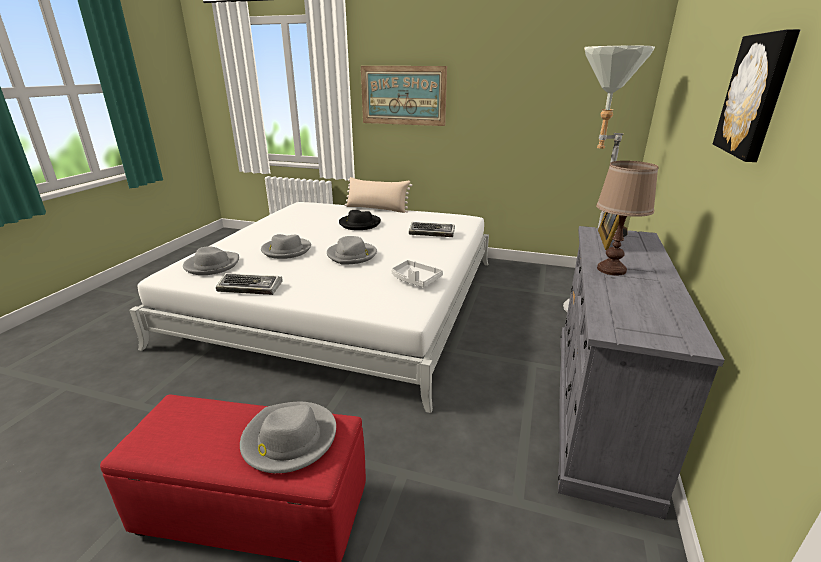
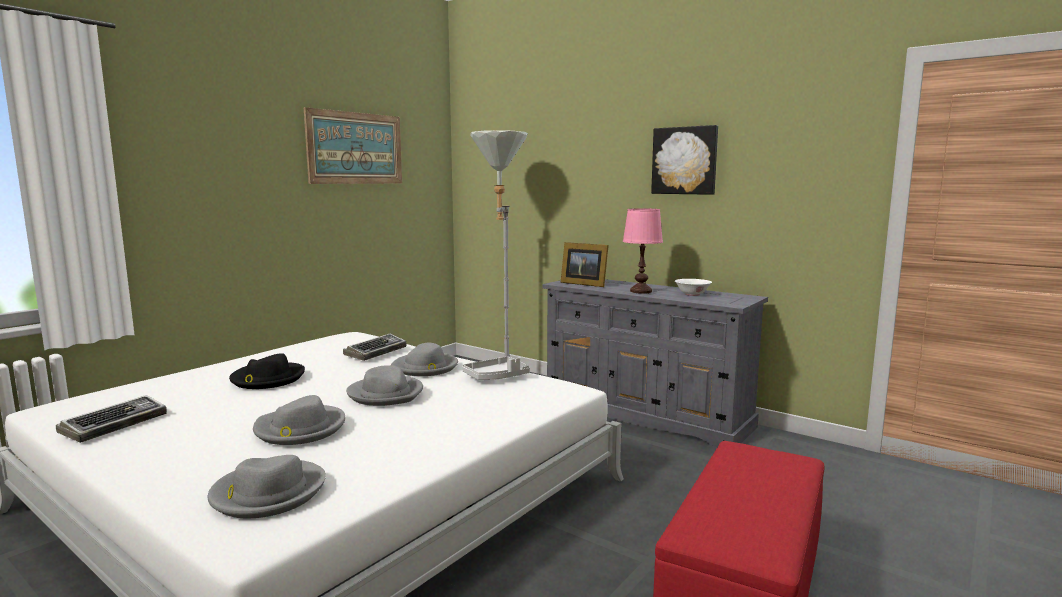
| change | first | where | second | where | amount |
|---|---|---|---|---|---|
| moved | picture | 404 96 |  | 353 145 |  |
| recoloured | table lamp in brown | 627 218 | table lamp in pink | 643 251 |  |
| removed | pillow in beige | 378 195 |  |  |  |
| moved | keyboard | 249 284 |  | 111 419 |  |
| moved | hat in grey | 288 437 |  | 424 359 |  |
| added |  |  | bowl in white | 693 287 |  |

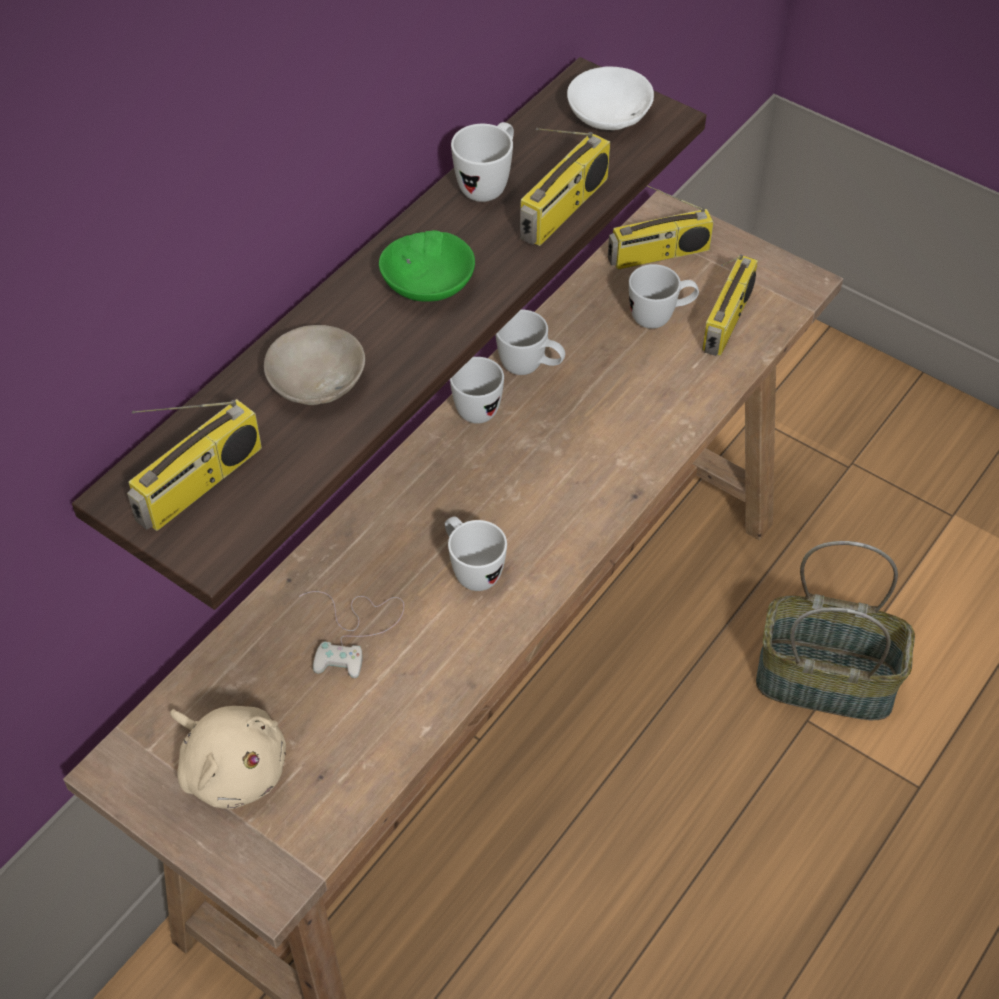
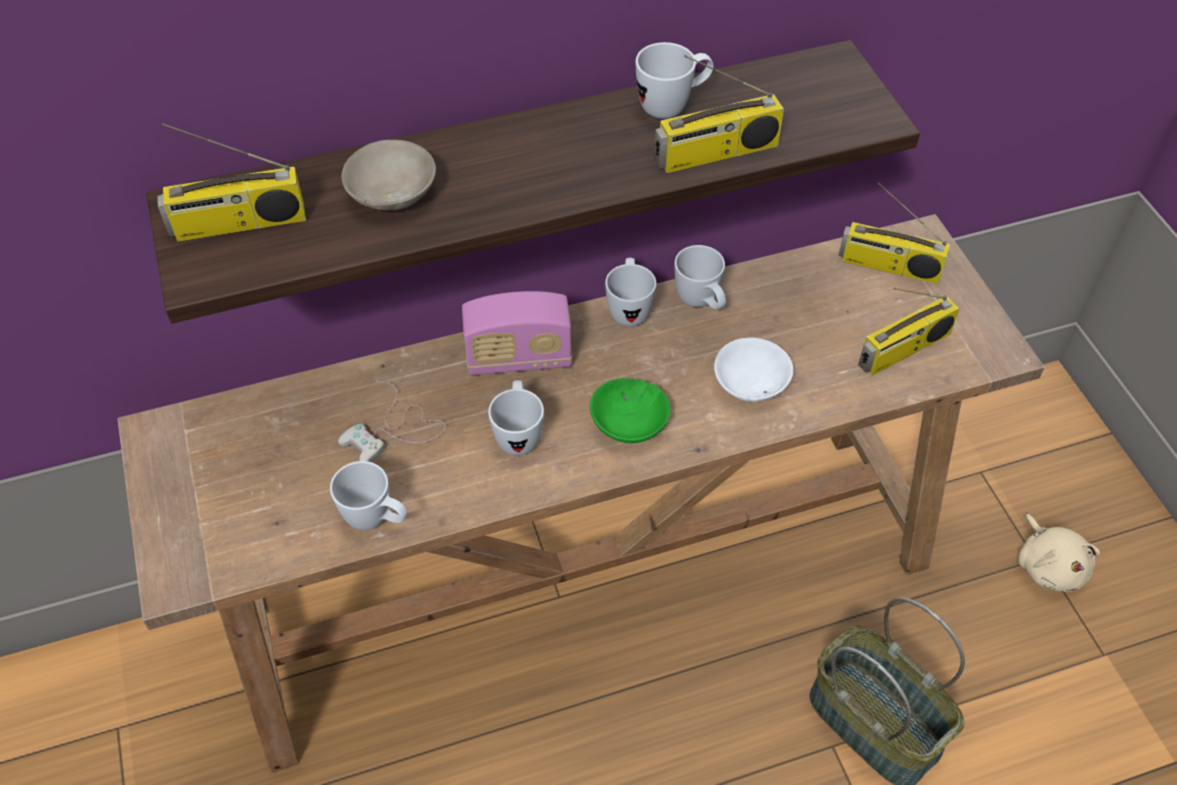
| change | first | where | second | where | amount |
|---|---|---|---|---|---|
| moved | bowl in white | 610 98 |  | 753 370 |  |
| moved | bowl in green | 427 266 |  | 630 410 |  |
| moved | mug in white | 664 296 |  | 369 495 |  |
| moved | plush toy in beige | 228 757 |  | 1059 553 |  |
| added |  |  | radio | 517 333 |  |

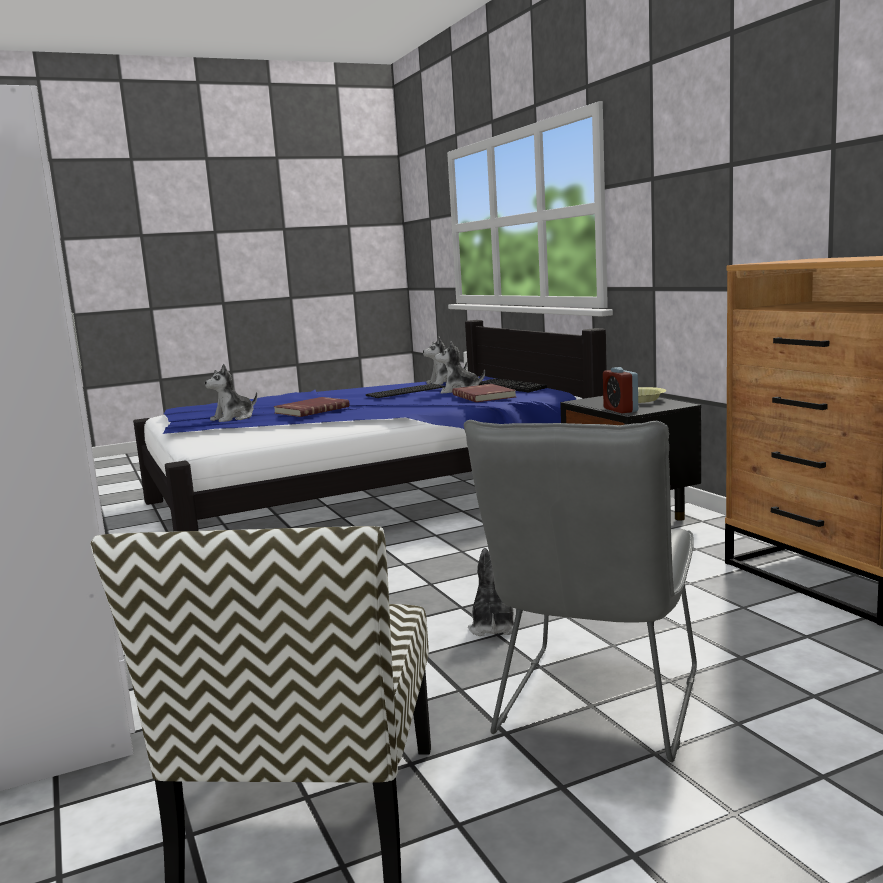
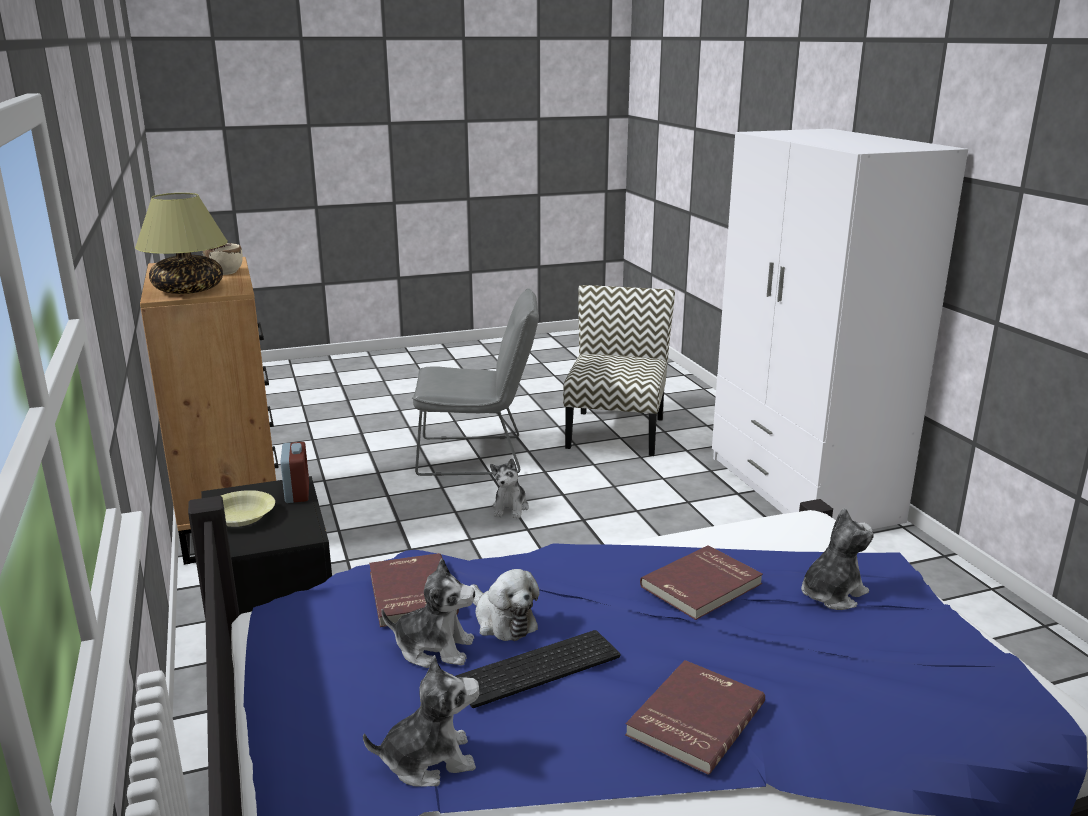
| change | first | where | second | where | amount |
|---|---|---|---|---|---|
| removed | keyboard | 513 385 |  |  |  |
| turned | chair in grey | 580 591 |  | 475 382 | 60 degrees clockwise |
| added |  |  | table lamp | 181 243 |  |
| added |  |  | bowl in beige | 223 259 |  |
| added |  |  | plush toy | 505 605 |  |
| added |  |  | book in red | 695 717 |  |

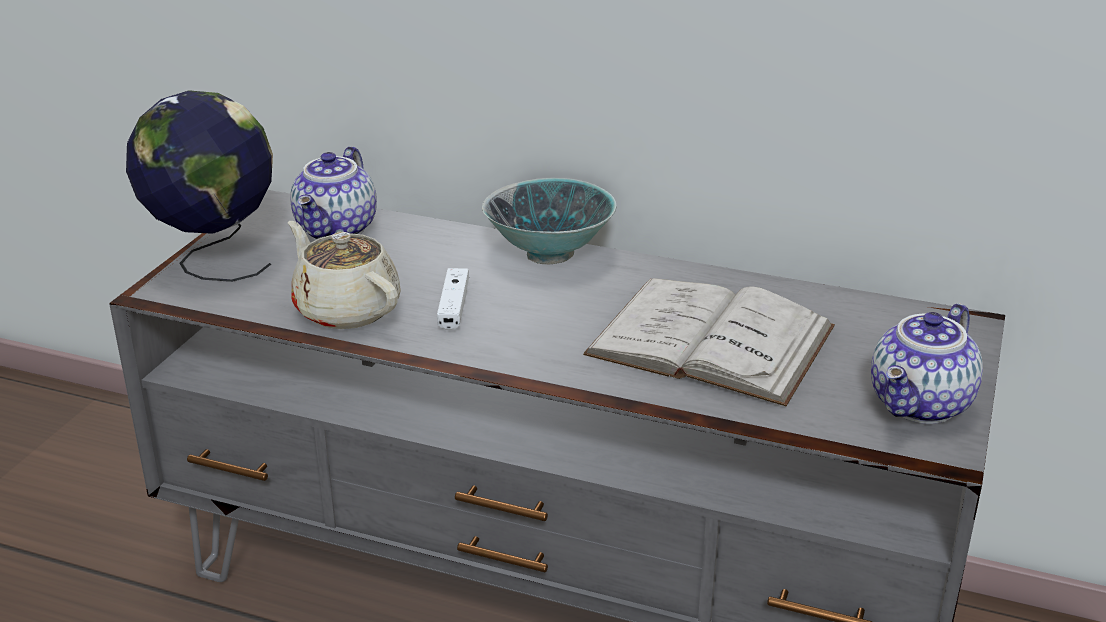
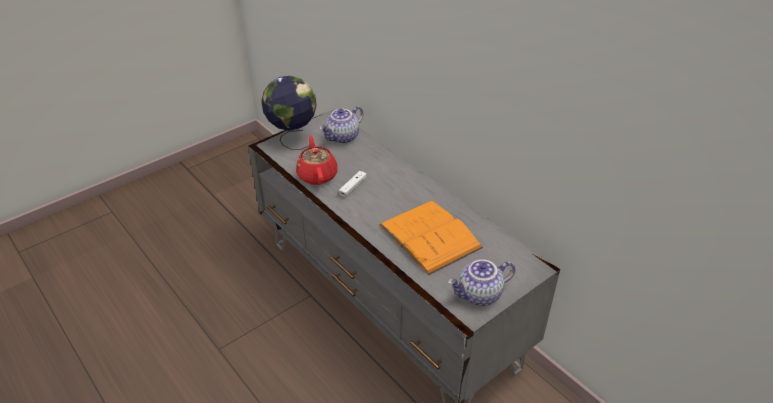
| change | first | where | second | where | amount |
|---|---|---|---|---|---|
| removed | bowl | 549 221 |  |  |  |
| recoloured | teapot in beige | 344 275 | teapot in red | 317 160 |  |
| recoloured | book in white | 709 342 | book in orange | 431 237 |  |

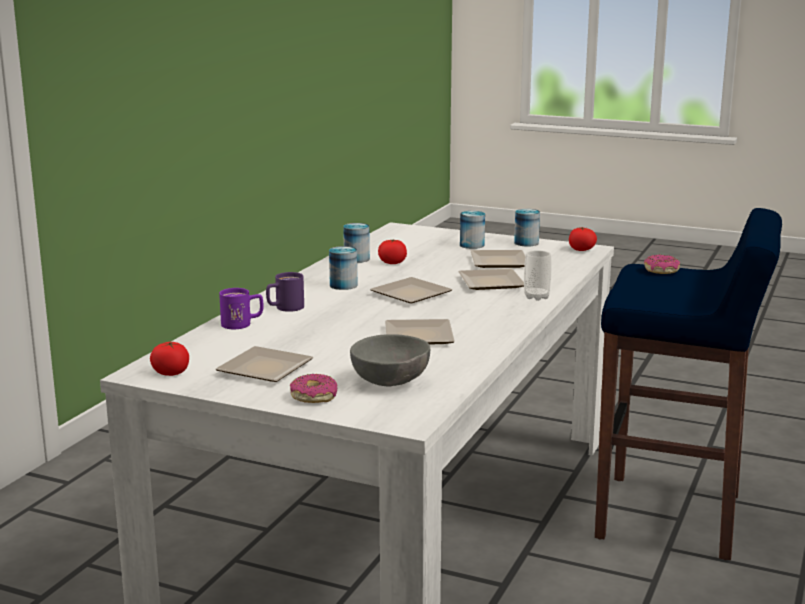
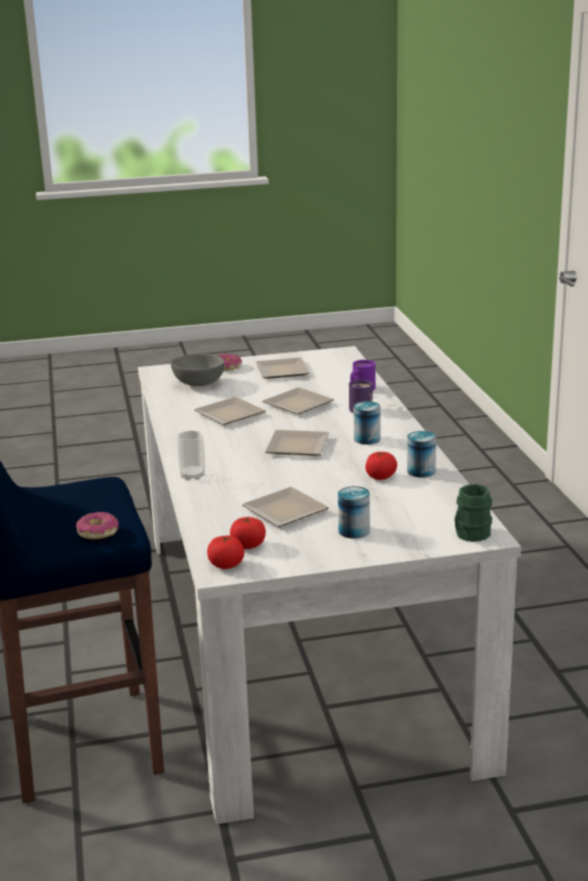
| change | first | where | second | where | amount |
|---|---|---|---|---|---|
| removed | can | 527 227 |  |  |  |
| moved | plate | 491 279 |  | 298 400 |  |
| moved | tomato | 169 359 |  | 248 532 |  |
| added |  |  | mug in green | 473 513 |  |

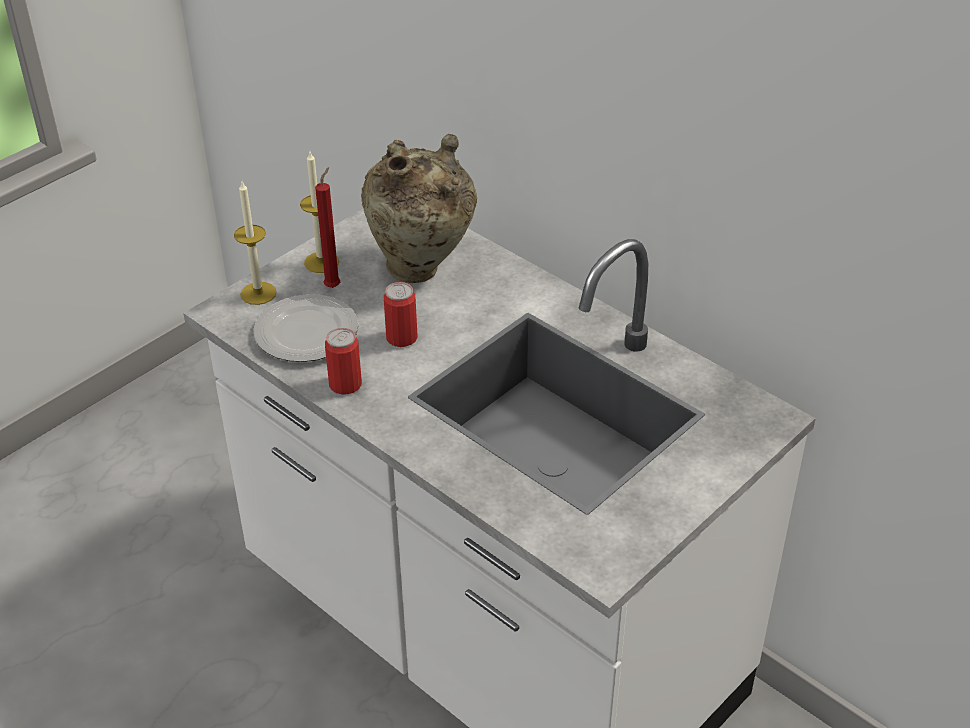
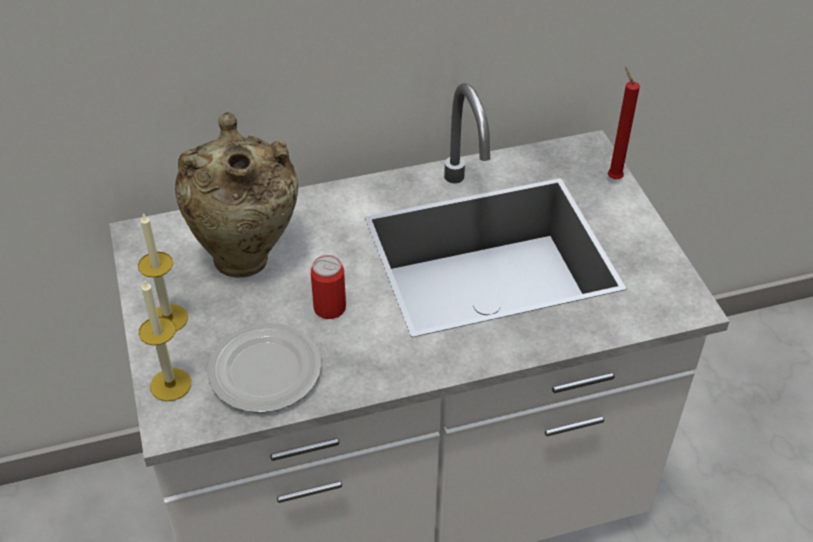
| change | first | where | second | where | amount |
|---|---|---|---|---|---|
| moved | candle in red | 327 227 |  | 624 123 |  |
| removed | can | 343 361 |  |  |  |

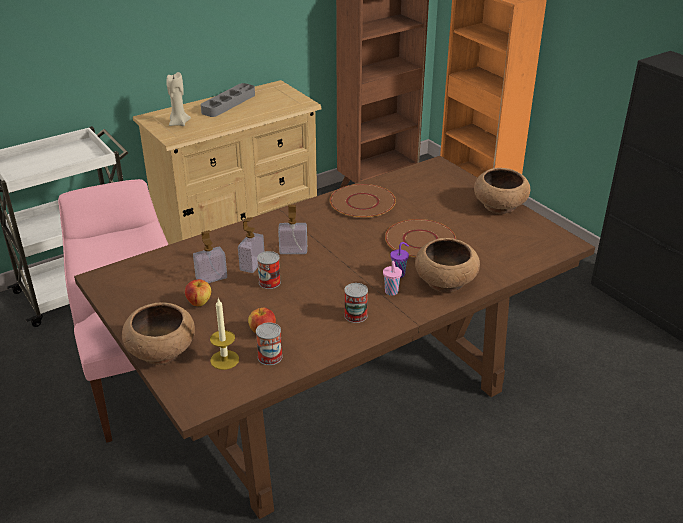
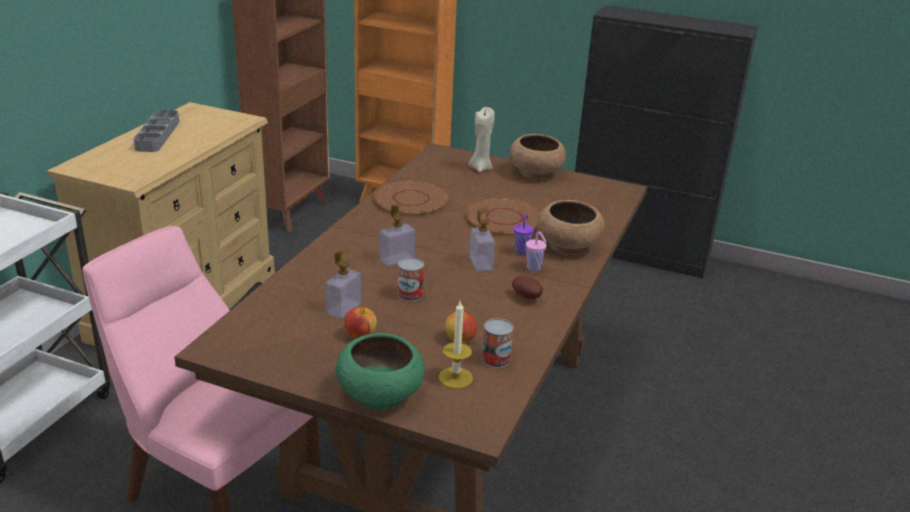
| change | first | where | second | where | amount |
|---|---|---|---|---|---|
| moved | candle in beige | 178 99 |  | 482 139 |  |
| moved | soap dispenser | 251 245 |  | 482 239 |  |
| replaced | can | 356 303 | potato | 527 287 |  |
| recoloured | bowl in brown | 158 333 | bowl in green | 380 371 |  |

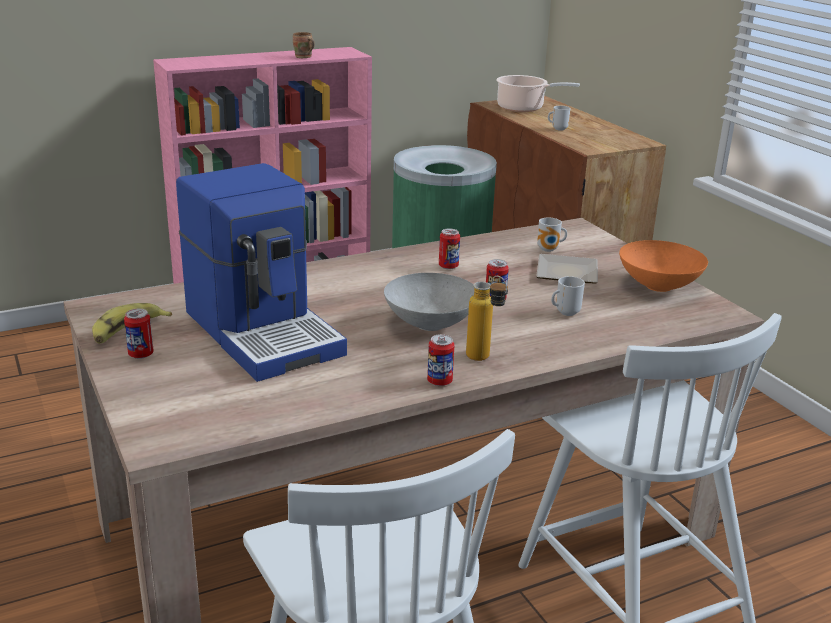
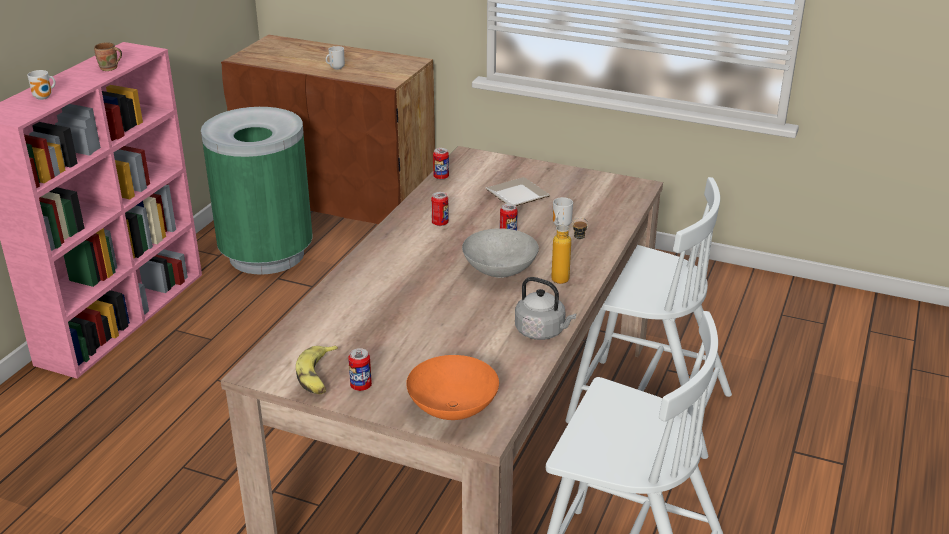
| change | first | where | second | where | amount |
|---|---|---|---|---|---|
| removed | cooking pot | 538 93 |  |  |  |
| removed | coffee machine | 261 272 |  |  |  |
| moved | mug | 552 235 |  | 41 85 |  |
| moved | bowl in orange | 663 266 |  | 452 387 |  |
| moved | can | 440 360 |  | 441 164 |  |
| added |  |  | kettle in grey | 545 308 |  |

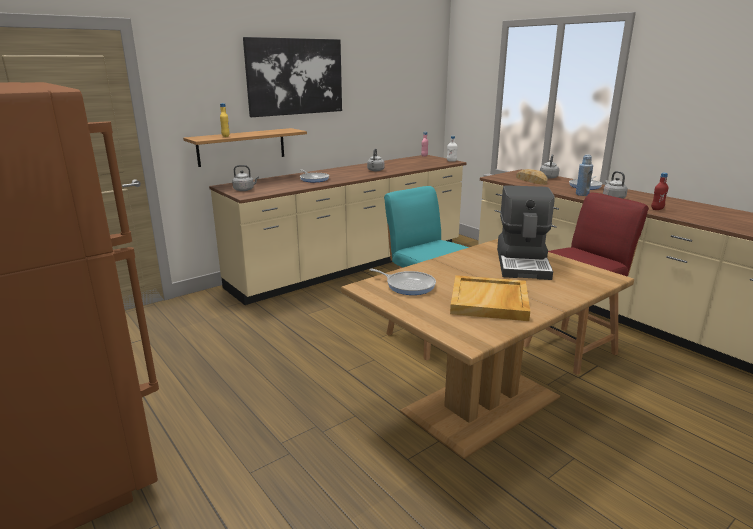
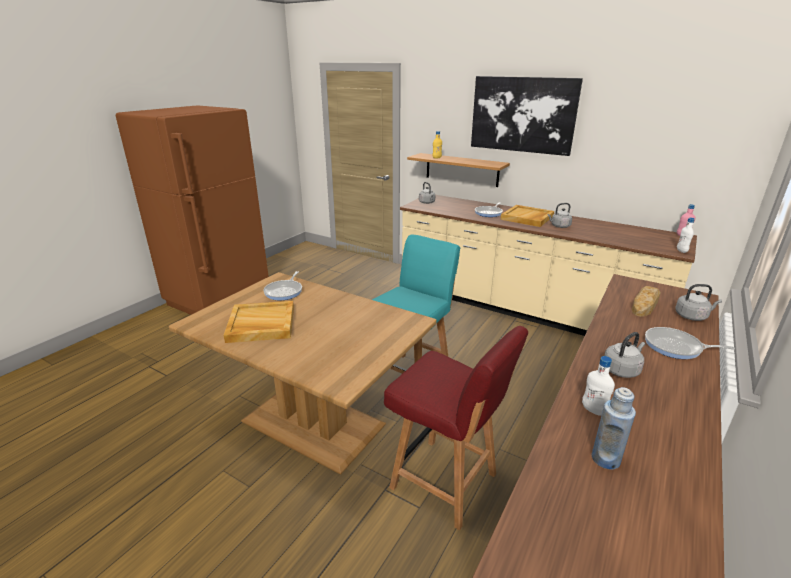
| change | first | where | second | where | amount |
|---|---|---|---|---|---|
| moved | bottle in blue | 584 175 |  | 614 428 |  |
| recoloured | bottle in red | 659 191 | bottle in white | 598 386 |  |
| removed | coffee machine | 526 232 |  |  |  |
| added |  |  | tray in beige | 527 216 |  |

